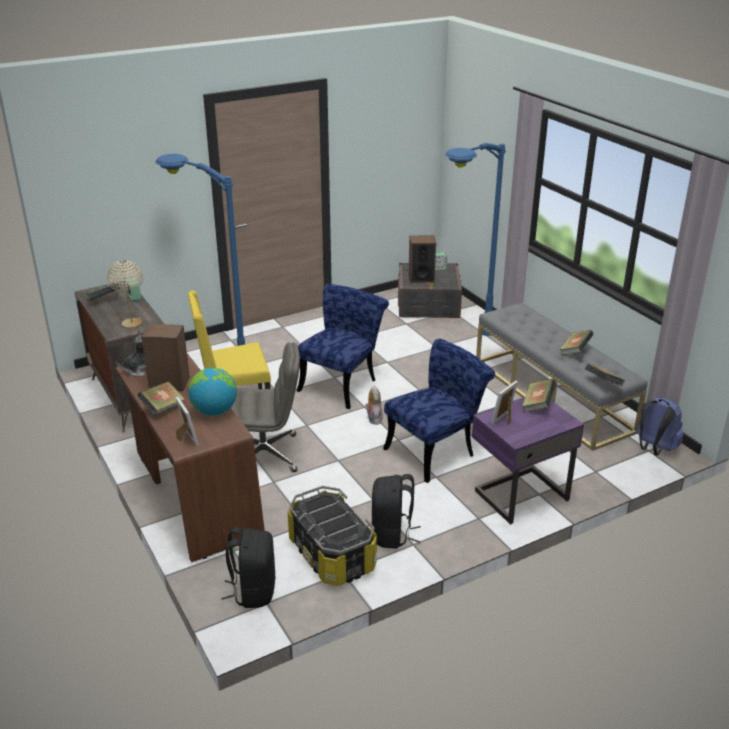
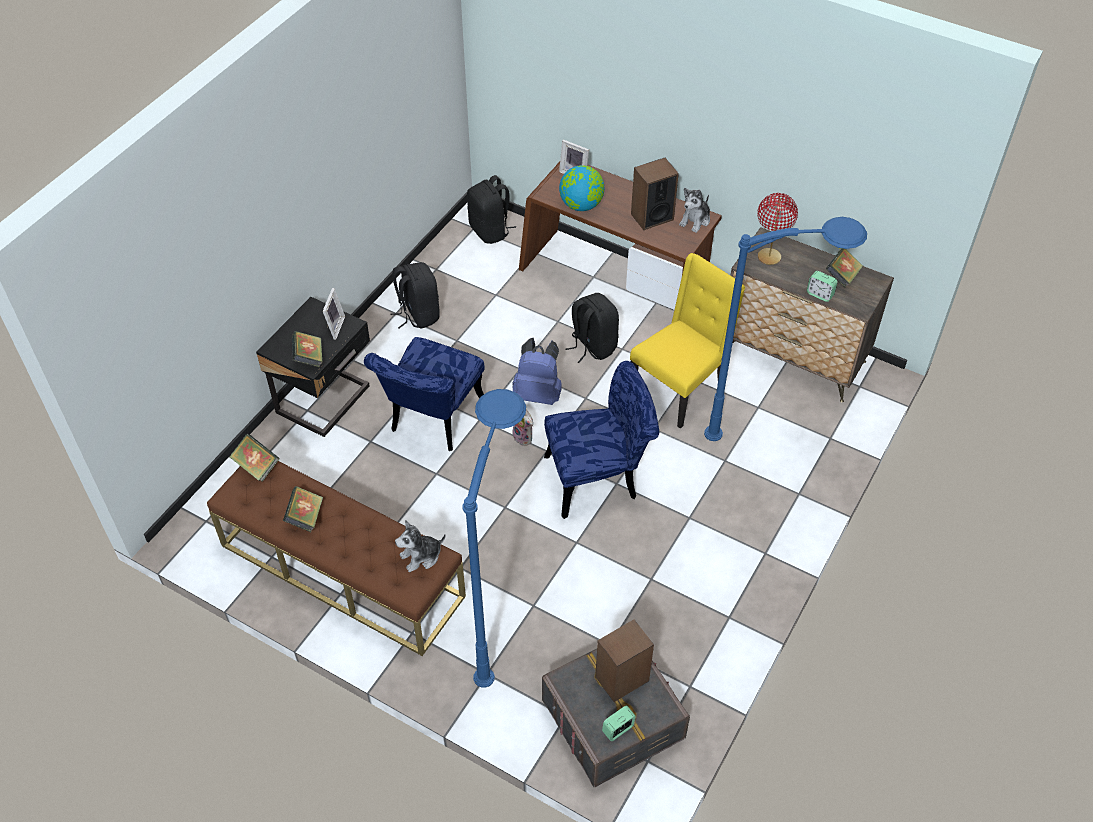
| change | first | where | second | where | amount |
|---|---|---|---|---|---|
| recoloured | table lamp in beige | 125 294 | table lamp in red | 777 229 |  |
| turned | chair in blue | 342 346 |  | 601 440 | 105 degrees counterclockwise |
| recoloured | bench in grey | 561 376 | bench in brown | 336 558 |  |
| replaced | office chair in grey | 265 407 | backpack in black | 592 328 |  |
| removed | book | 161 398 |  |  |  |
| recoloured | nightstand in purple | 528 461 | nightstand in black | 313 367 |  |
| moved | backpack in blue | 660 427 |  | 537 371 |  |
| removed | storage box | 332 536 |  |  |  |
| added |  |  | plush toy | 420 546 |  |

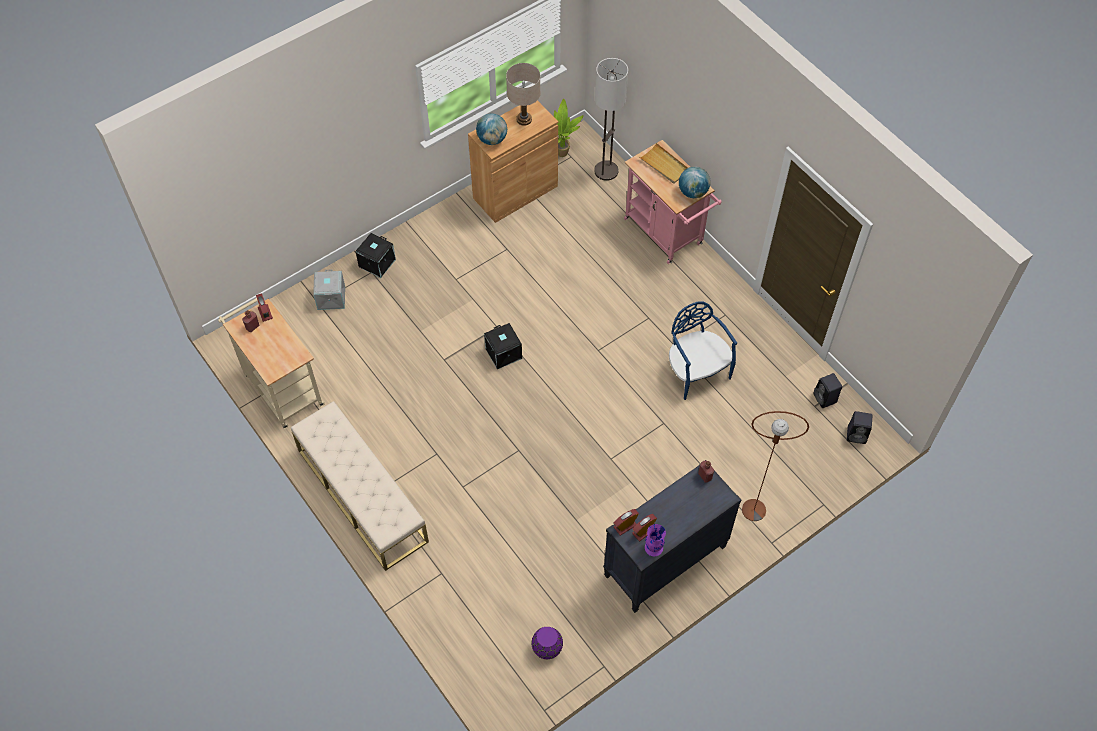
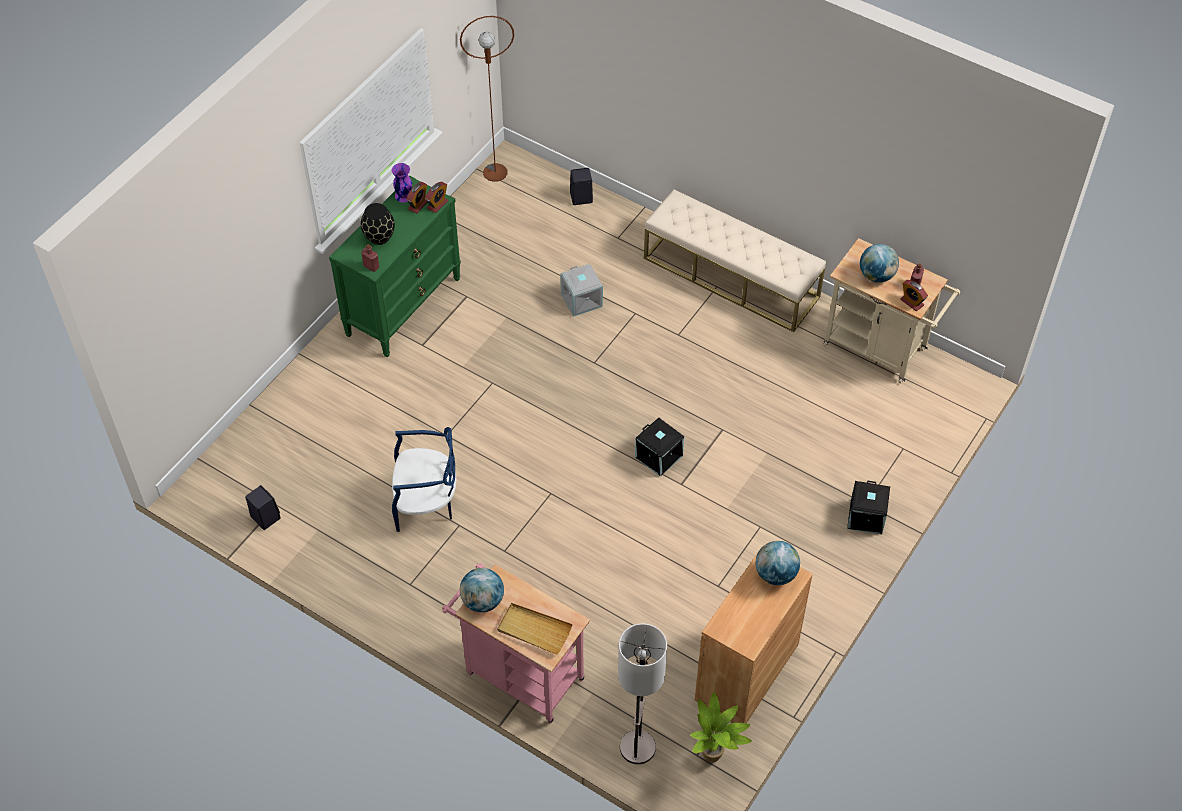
| change | first | where | second | where | amount |
|---|---|---|---|---|---|
| removed | table lamp in beige | 523 94 |  |  |  |
| moved | storage box in grey | 329 289 |  | 582 290 |  |
| turned | chair in blue | 703 350 |  | 424 479 | 45 degrees counterclockwise |
| moved | floor lamp in brown | 775 466 |  | 487 99 |  |
| moved | speaker in black | 859 427 |  | 581 186 |  |
| recoloured | dresser in black | 672 536 | dresser in green | 395 266 |  |
| removed | vase in purple | 547 643 |  |  |  |
| added |  |  | vase in black | 378 224 |  |
| added |  |  | globe | 879 263 |  |

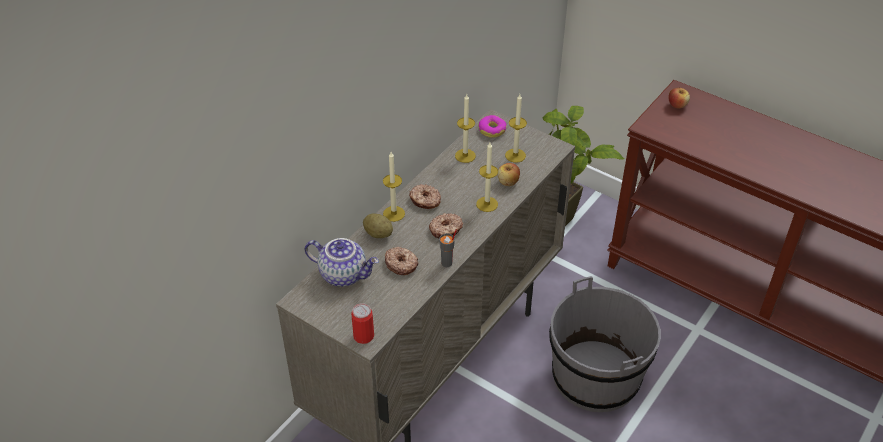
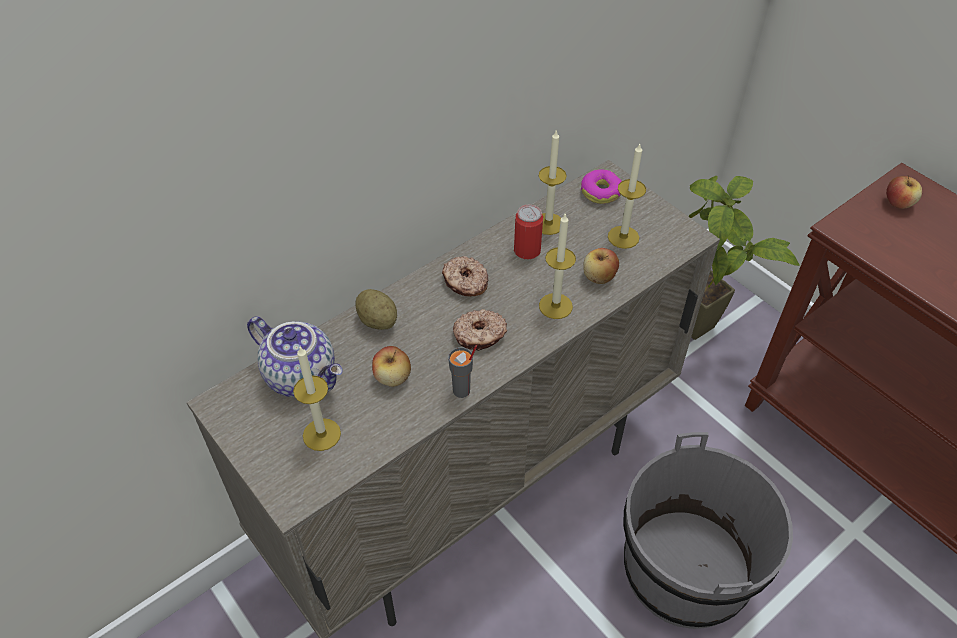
| change | first | where | second | where | amount |
|---|---|---|---|---|---|
| moved | candle | 394 187 |  | 317 399 |  |
| replaced | donut | 401 261 | apple | 391 366 |  |
| moved | can | 362 323 |  | 528 232 |  |

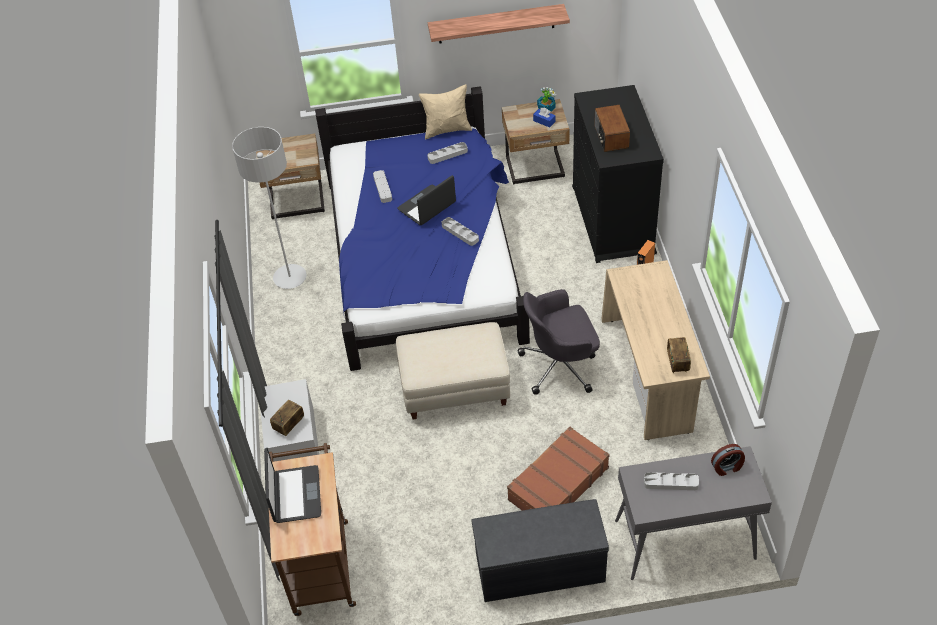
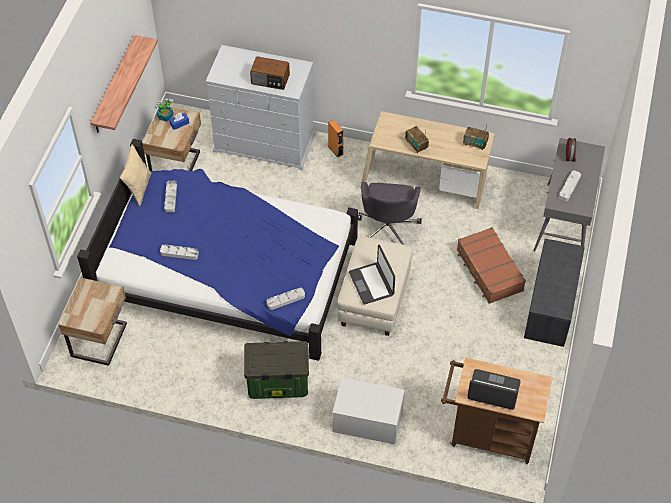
| change | first | where | second | where | amount |
|---|---|---|---|---|---|
| recoloured | dresser in black | 618 174 | dresser in white | 261 107 |  |
| removed | floor lamp in grey | 269 208 |  |  |  |
| moved | laptop | 427 200 |  | 372 274 |  |
| moved | tray in grey | 460 231 |  | 285 299 |  |
| moved | radio | 287 418 |  | 417 139 |  |
| added |  |  | storage box | 276 370 |  |

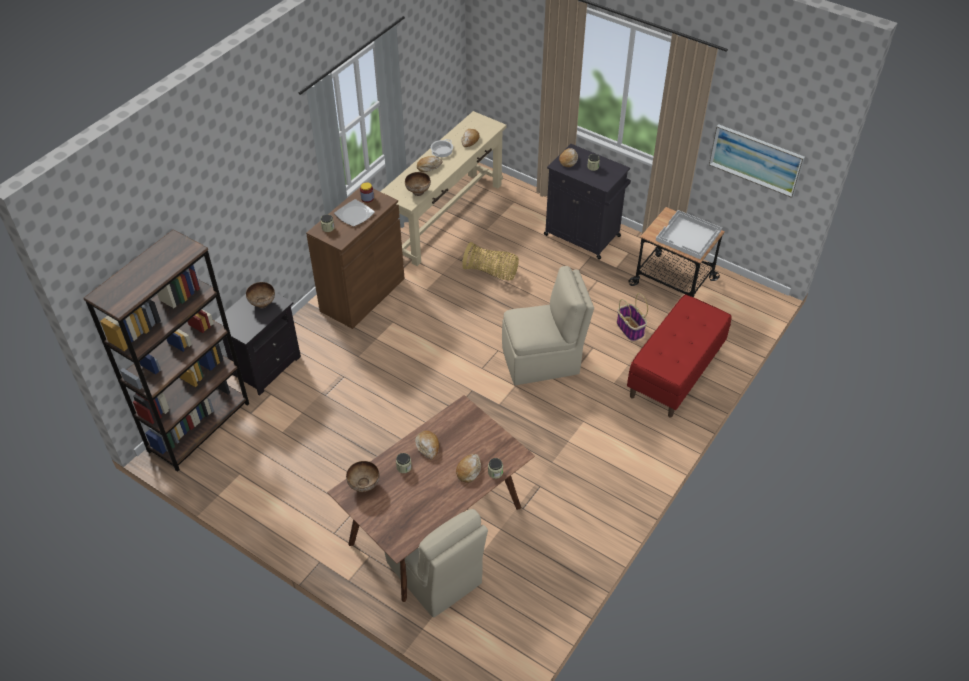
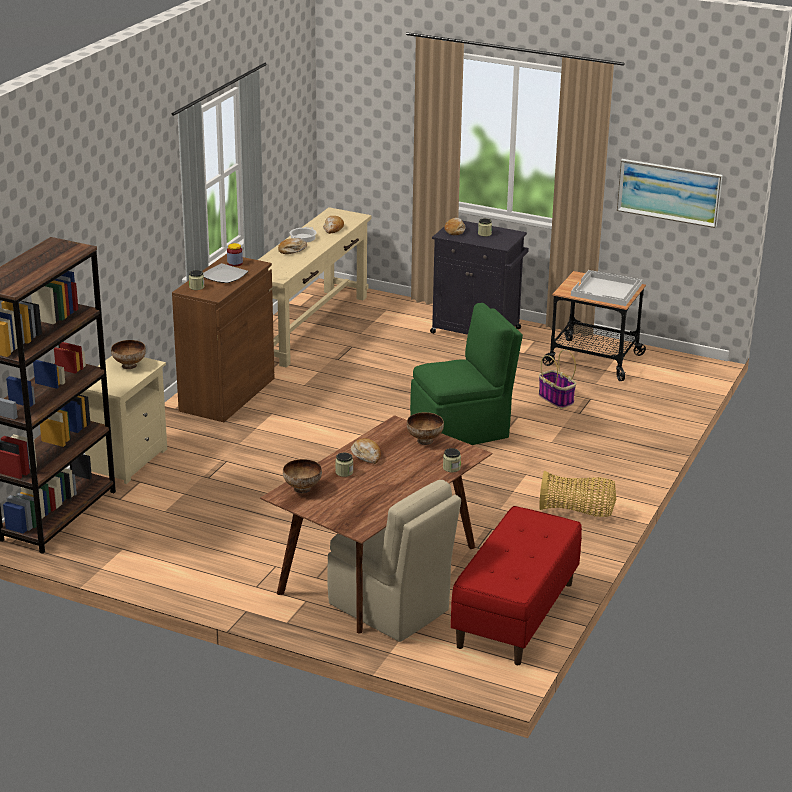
| change | first | where | second | where | amount |
|---|---|---|---|---|---|
| moved | bowl | 418 184 |  | 425 428 |  |
| moved | basket | 490 261 |  | 577 494 |  |
| recoloured | chair in beige | 548 325 | chair in green | 466 374 |  |
| recoloured | nightstand in black | 258 344 | nightstand in beige | 123 420 |  |
| moved | bench in red | 679 356 |  | 516 585 |  |
| removed | bread | 468 468 |  |  |  |

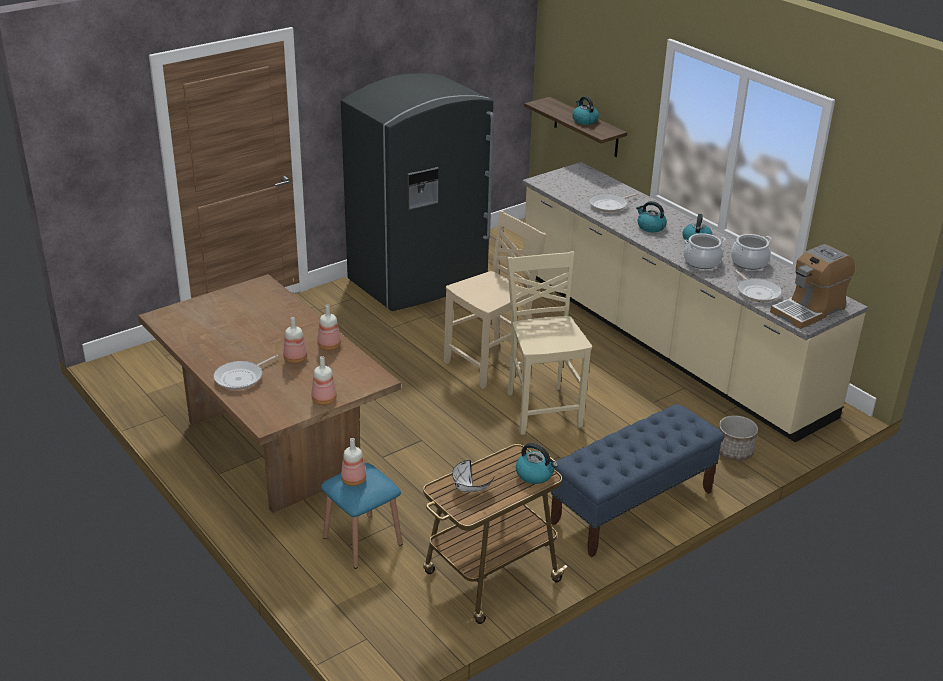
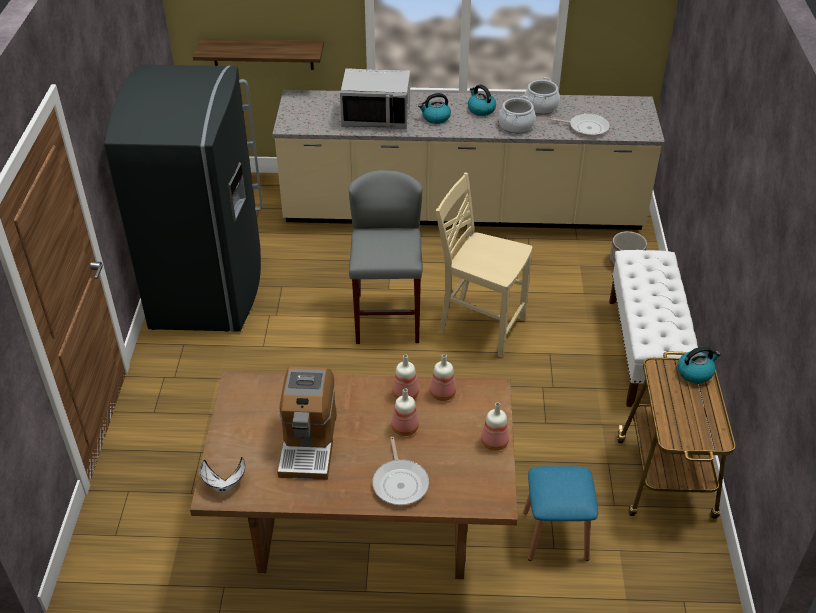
| change | first | where | second | where | amount |
|---|---|---|---|---|---|
| removed | kettle | 585 110 |  |  |  |
| replaced | frying pan | 614 203 | microwave in grey | 375 98 |  |
| replaced | chair in beige | 495 300 | stool in grey | 386 257 |  |
| moved | coffee machine | 812 286 |  | 307 423 |  |
| recoloured | bench in blue | 638 480 | bench in white | 653 328 |  |
| moved | bottle | 353 462 |  | 443 377 |  |
| moved | bowl in white | 473 476 |  | 222 475 |  |

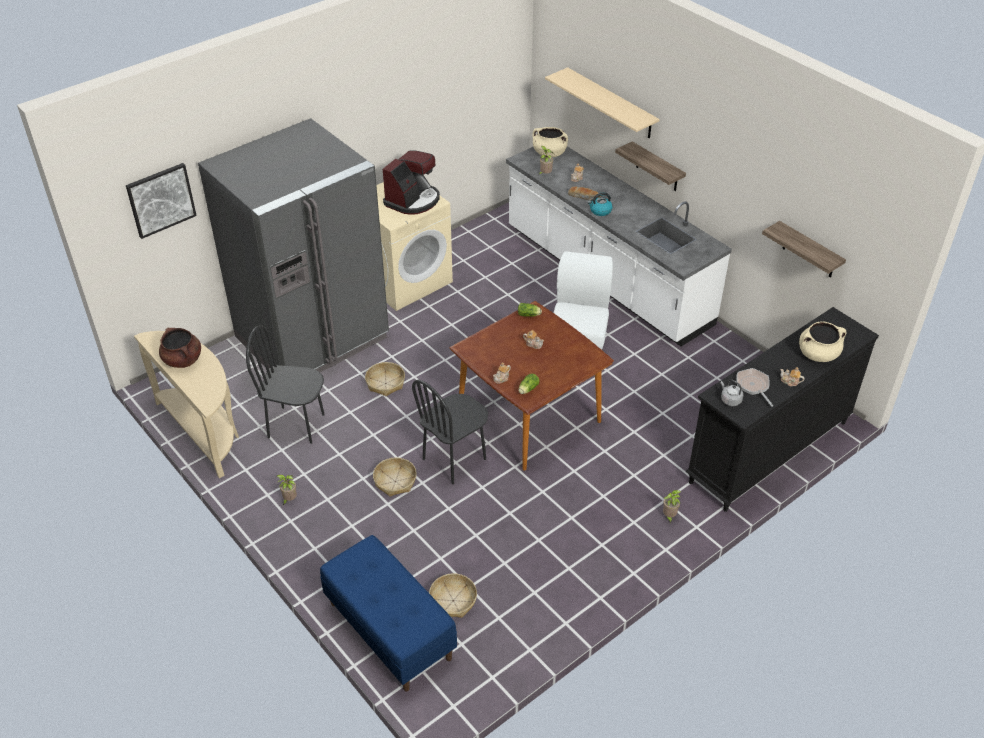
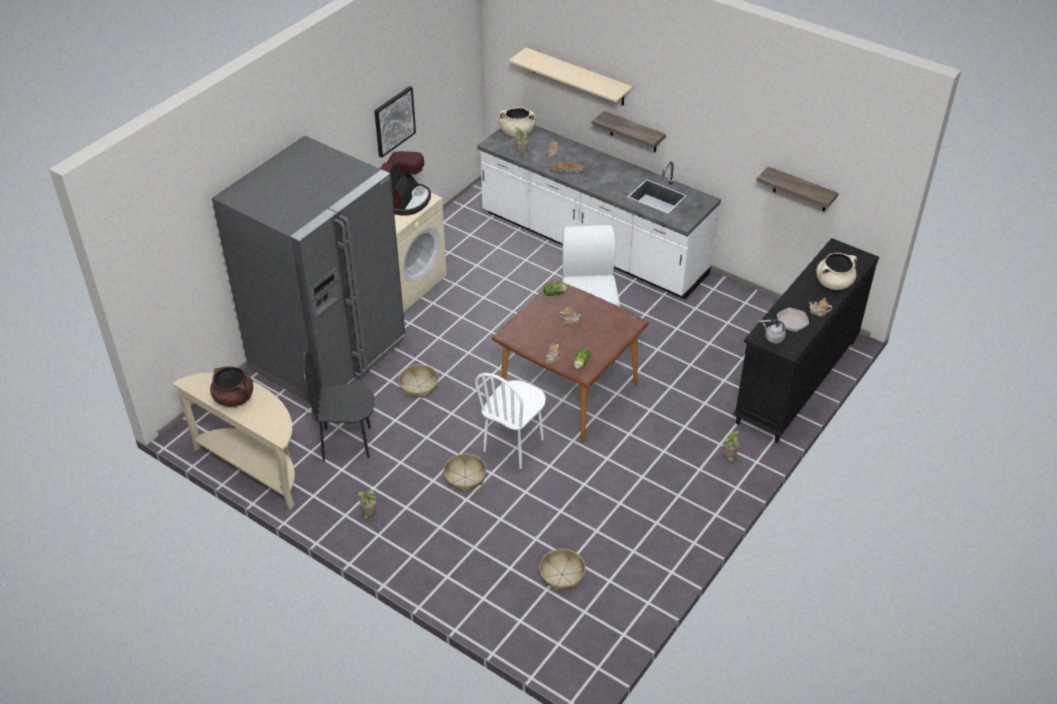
| change | first | where | second | where | amount |
|---|---|---|---|---|---|
| moved | picture | 161 201 |  | 395 122 |  |
| removed | kettle | 600 204 |  |  |  |
| turned | frying pan | 754 387 |  | 783 320 | 120 degrees clockwise |
| recoloured | chair in black | 450 432 | chair in white | 510 421 |  |
| removed | bench in blue | 388 613 |  |  |  |

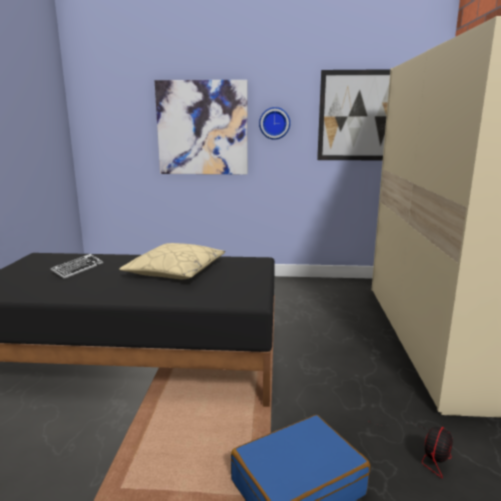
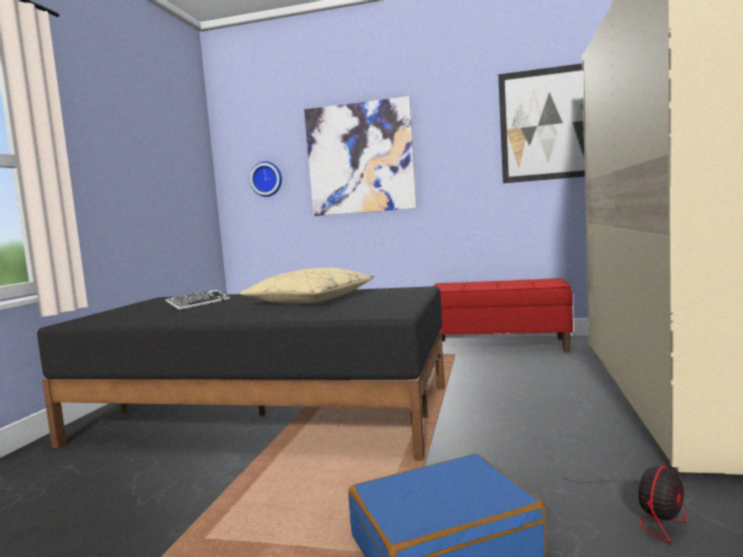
| change | first | where | second | where | amount |
|---|---|---|---|---|---|
| moved | wall clock | 274 123 |  | 266 179 |  |
| added |  |  | bench in red | 503 315 |  |

